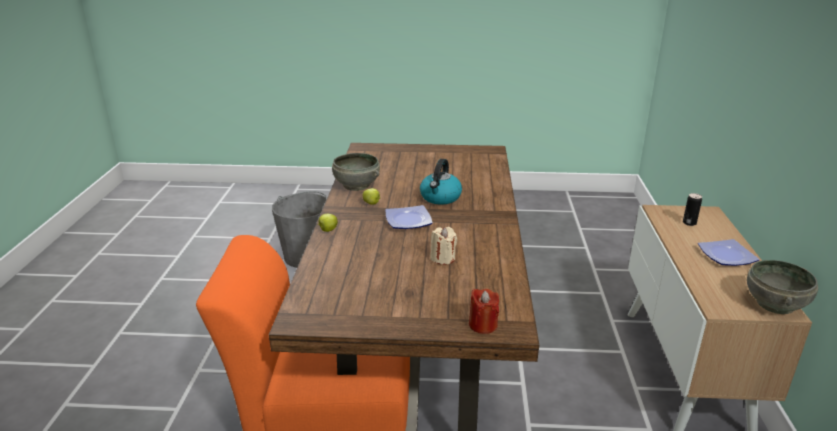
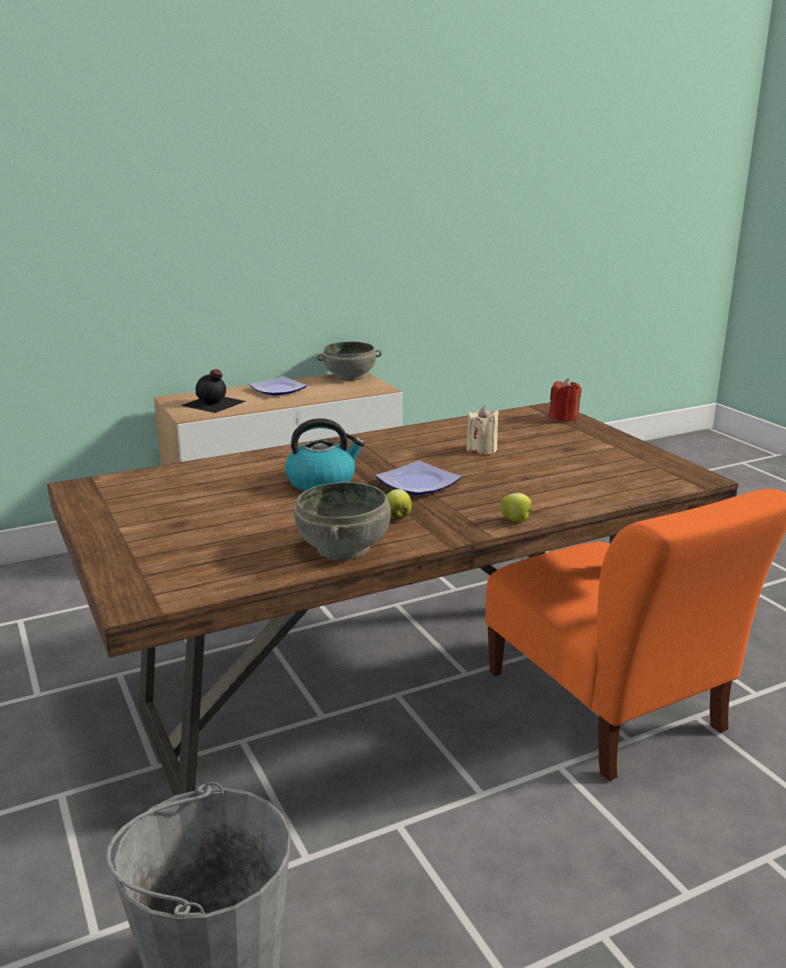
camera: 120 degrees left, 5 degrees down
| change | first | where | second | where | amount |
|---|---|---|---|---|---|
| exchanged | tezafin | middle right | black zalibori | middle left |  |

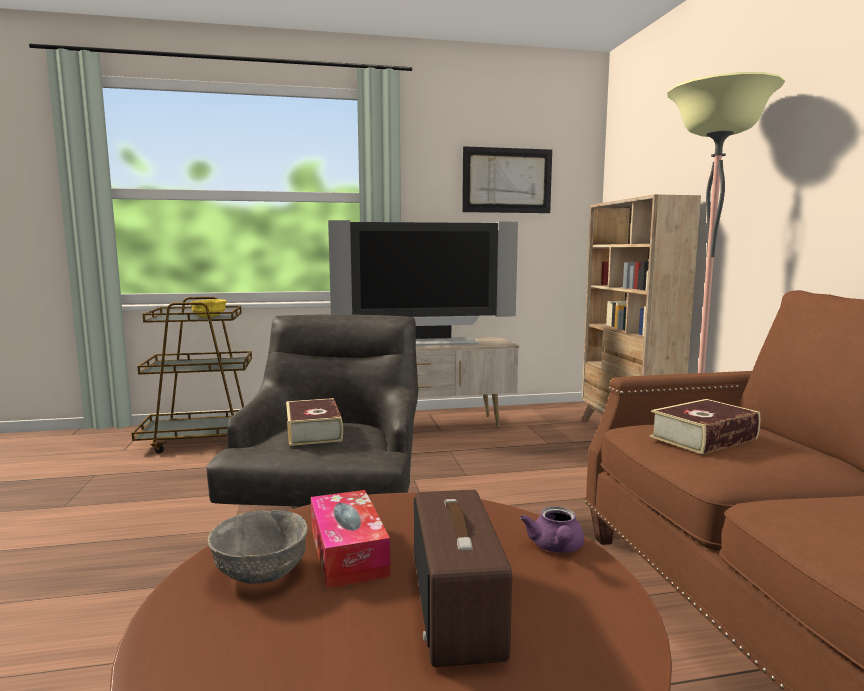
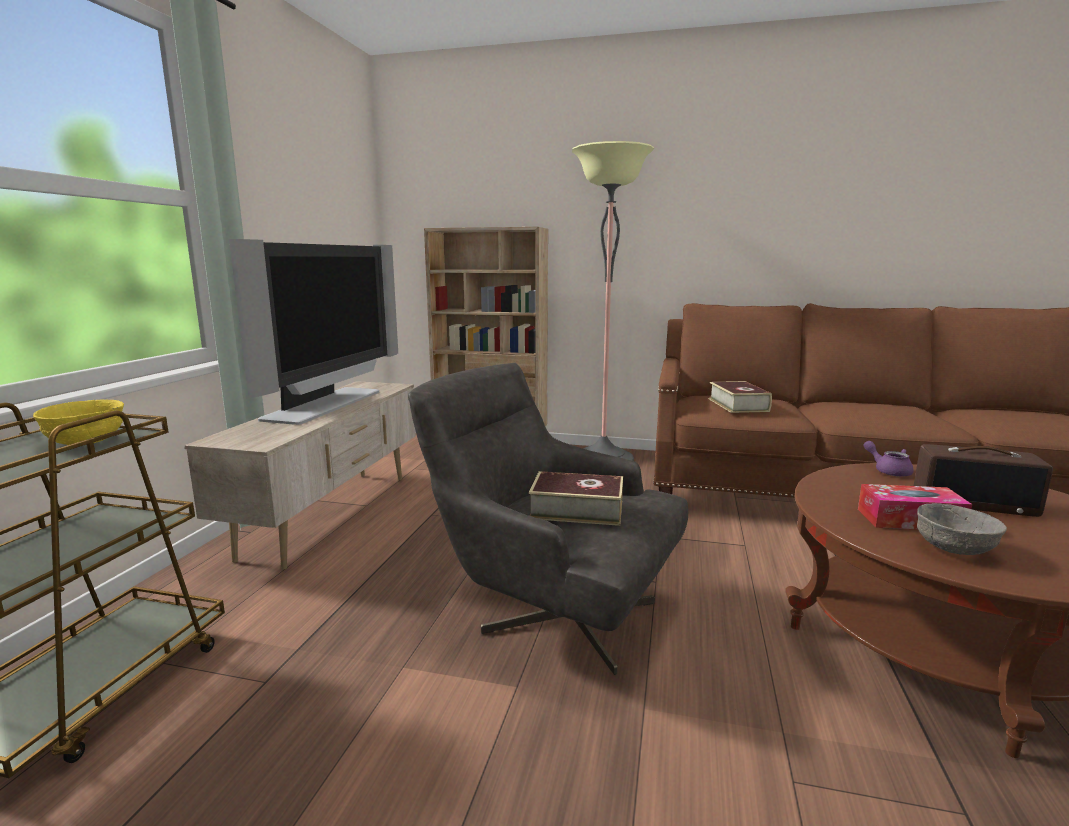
camera: 65 degrees left, 5 degrees up
| change | first | where | second | where | amount |
|---|---|---|---|---|---|
| missing | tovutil | top centre |  |  |  |
| spun | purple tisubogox | bottom centre |  | middle right | 150 degrees counterclockwise |

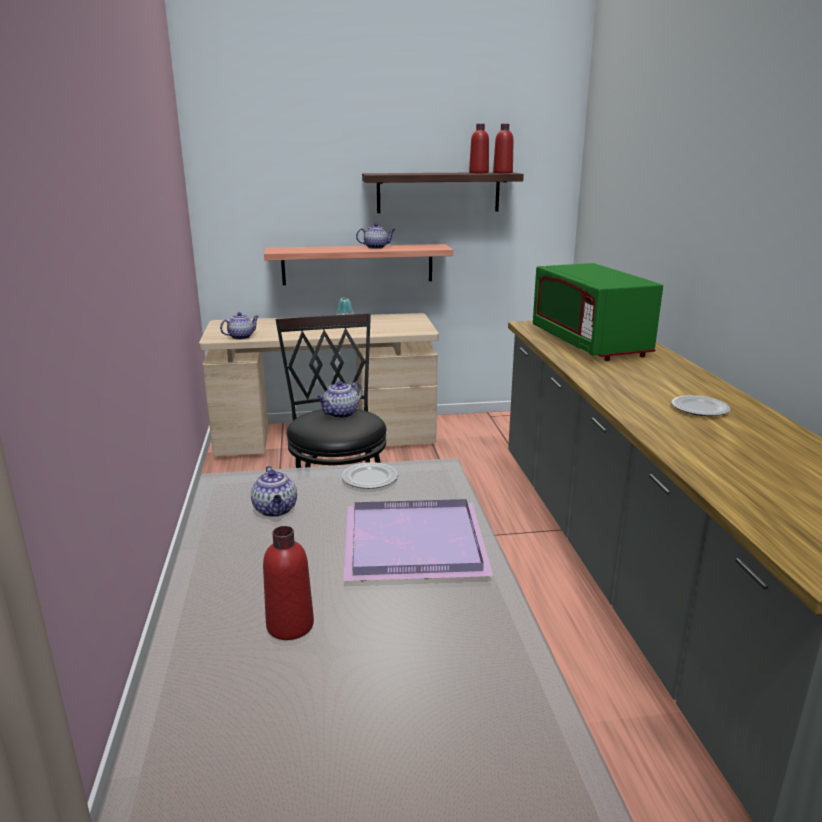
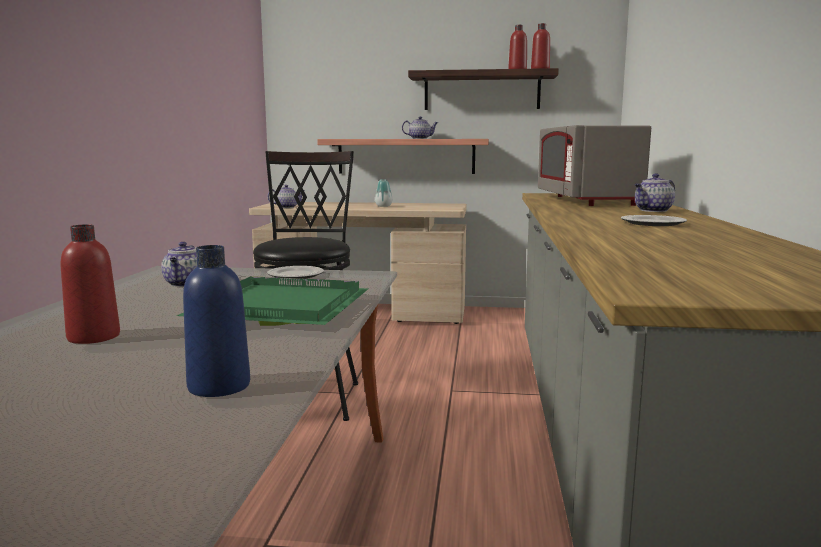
camera: 15 degrees right, 10 degrees down
| change | first | where | second | where | amount |
|---|---|---|---|---|---|
| appeared |  |  | blue zalibori | middle left |  |
| relocated | tisubogox (no. 3 from left in the first image) | centre | tisubogox (no. 4 from left) | middle right |  |
| colour | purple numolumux | centre | green numolumux | middle left |  |
| colour | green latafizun | middle right | grey latafizun | top right |  |

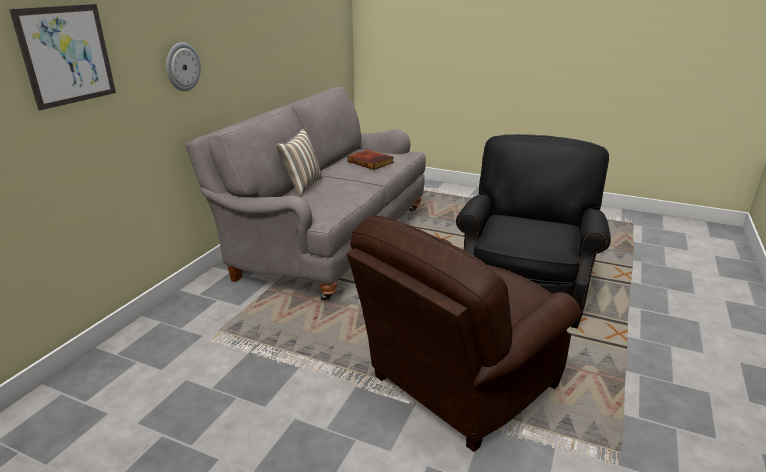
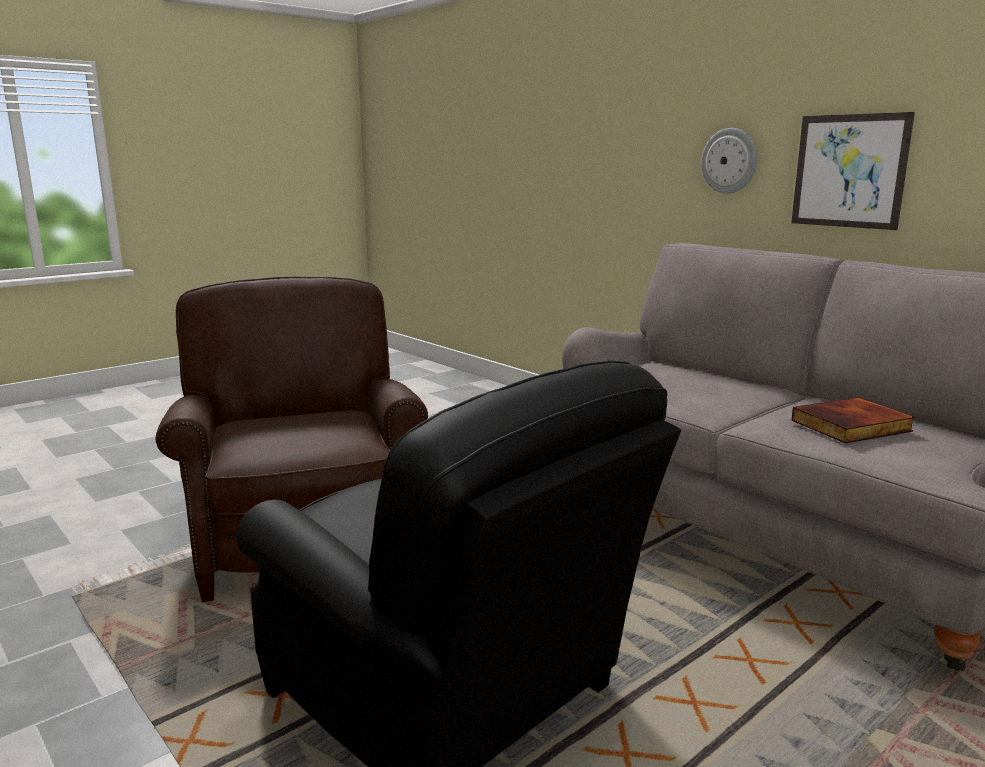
camera: 115 degrees right, 10 degrees down
| change | first | where | second | where | amount |
|---|---|---|---|---|---|
| missing | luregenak | centre |  |  |  |
| relocated | tovutil | top left |  | top right |  |

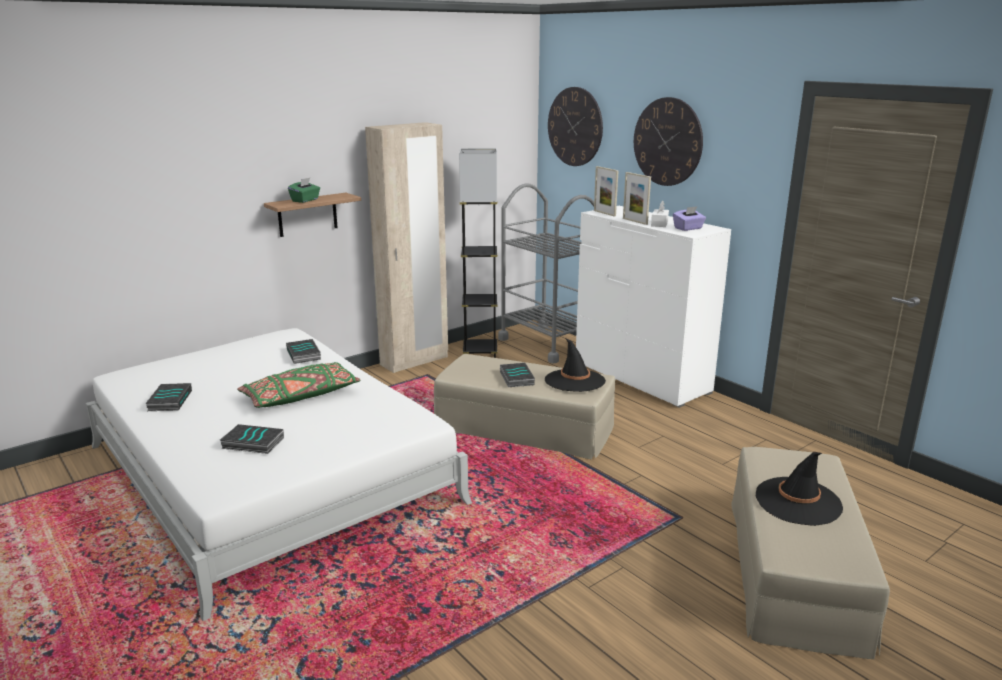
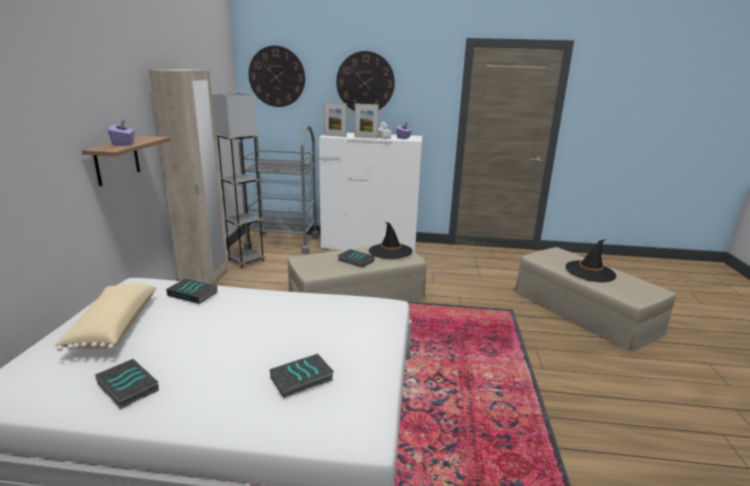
camera: 45 degrees left, 0 degrees up
| change | first | where | second | where | amount |
|---|---|---|---|---|---|
| missing | green luregenak | middle left |  |  |  |
| appeared |  |  | beige luregenak | middle left |  |
| colour | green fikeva | top left | purple fikeva (no. 1 from left) | top left |  |

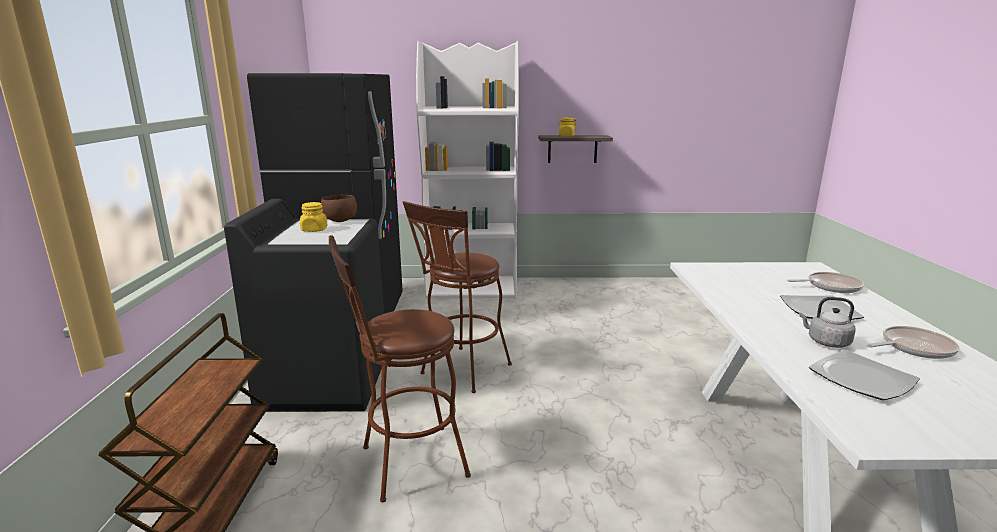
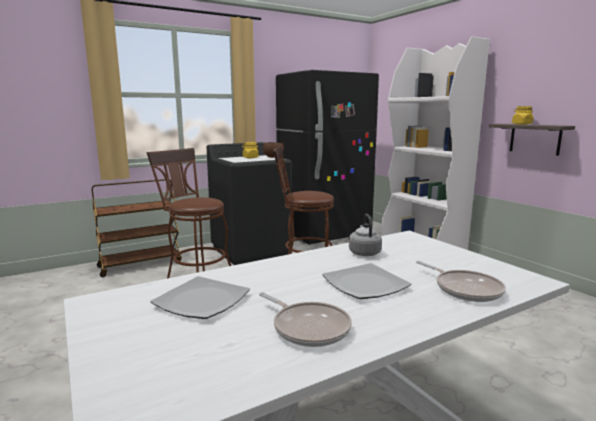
camera: 60 degrees right, 5 degrees down
| change | first | where | second | where | amount |
|---|---|---|---|---|---|
| relocated | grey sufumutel | middle right |  | centre |  |

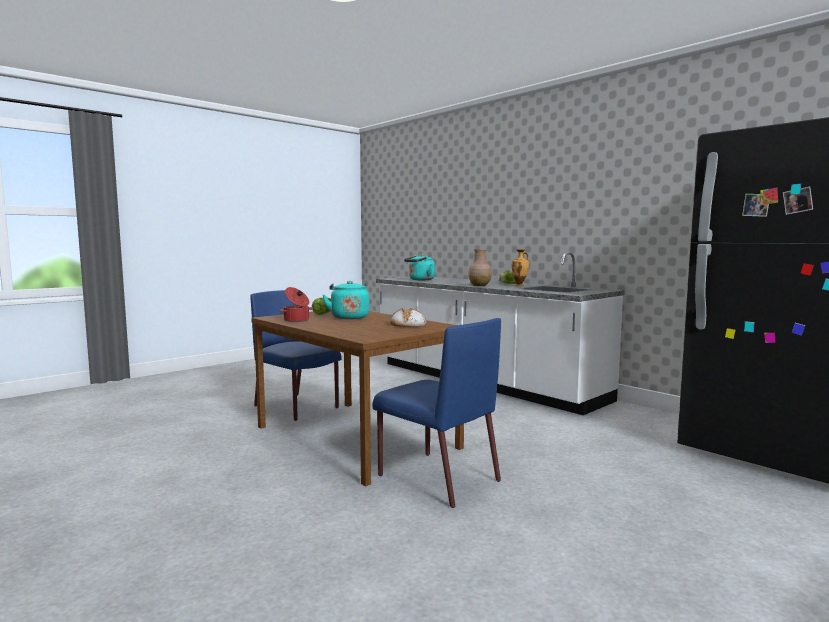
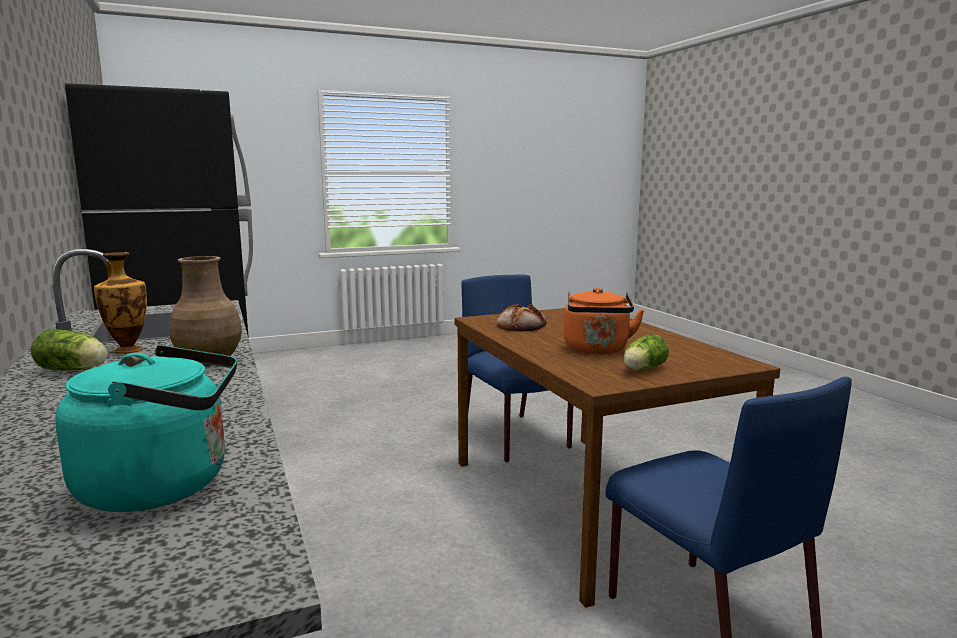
camera: 160 degrees left, 5 degrees up
| change | first | where | second | where | amount |
|---|---|---|---|---|---|
| missing | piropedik | centre |  |  |  |
| colour | turquoise sufumutel (no. 1 from left) | centre | orange sufumutel | centre |  |

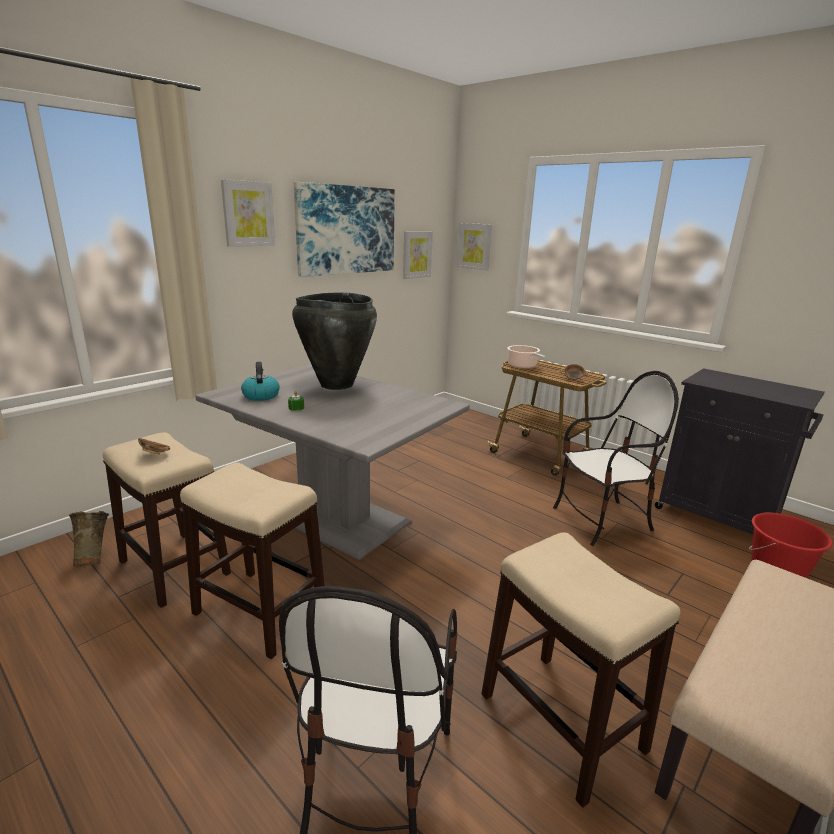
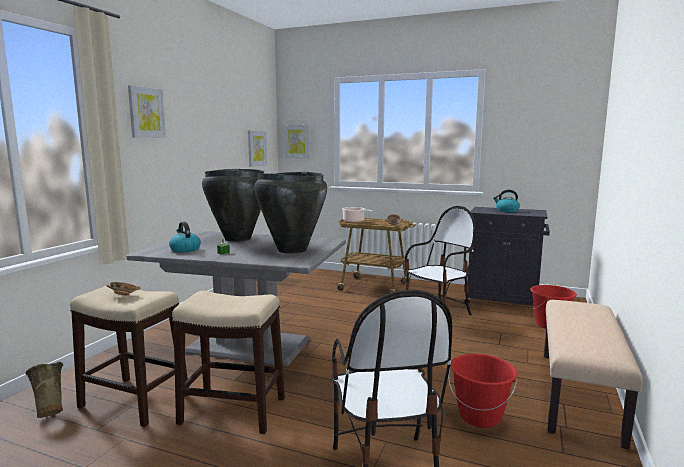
camera: 20 degrees left, 10 degrees down
| change | first | where | second | where | amount |
|---|---|---|---|---|---|
| missing | tovutil (no. 2 from left) | top centre |  |  |  |
| appeared |  |  | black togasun (no. 2 from left) | centre |  |
| appeared |  |  | sufumutel (no. 2 from left) | middle right |  |
| exchanged | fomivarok (no. 3 from left) | bottom right | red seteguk (no. 1 from left) | bottom right |  |

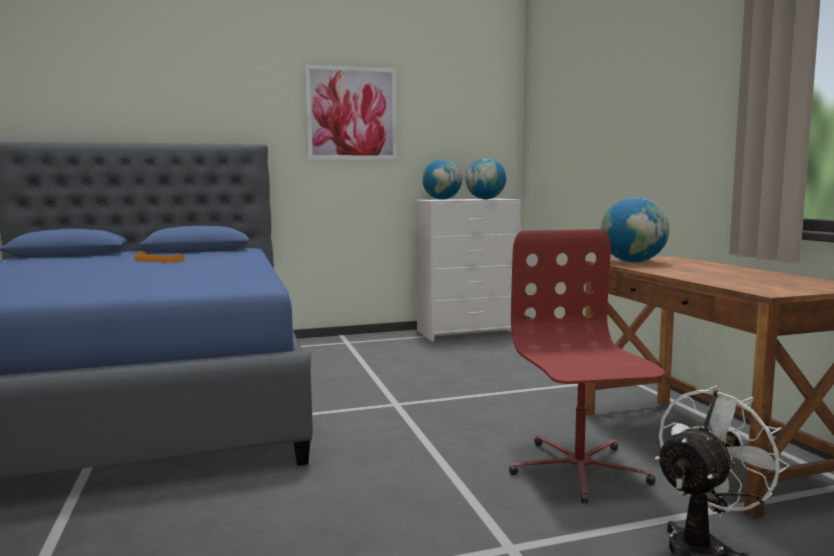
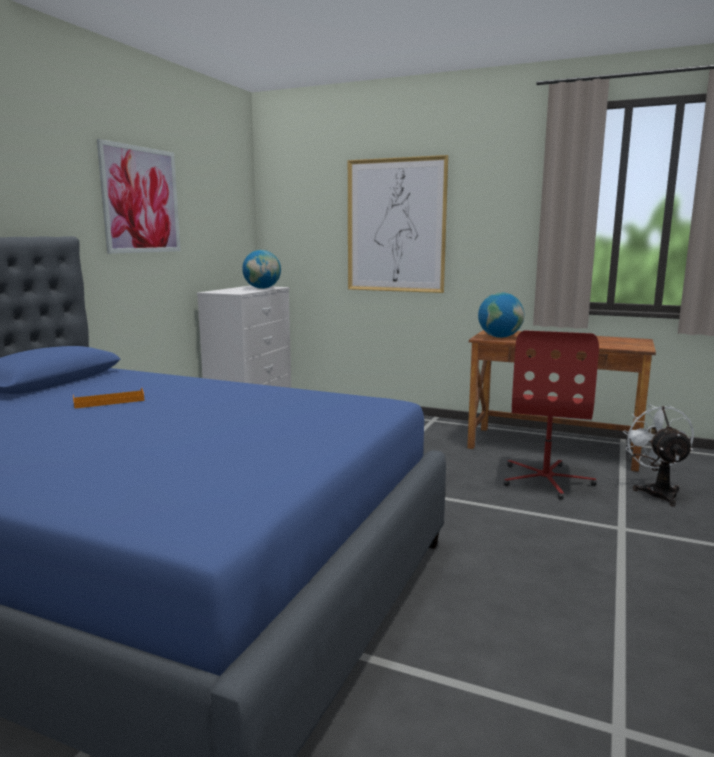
camera: 50 degrees left, 5 degrees up
| change | first | where | second | where | amount |
|---|---|---|---|---|---|
| missing | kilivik (no. 1 from left) | top centre |  |  |  |
| appeared |  |  | tovutil (no. 2 from left) | top centre |  |
| spun | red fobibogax | middle right |  | middle right | 105 degrees counterclockwise |

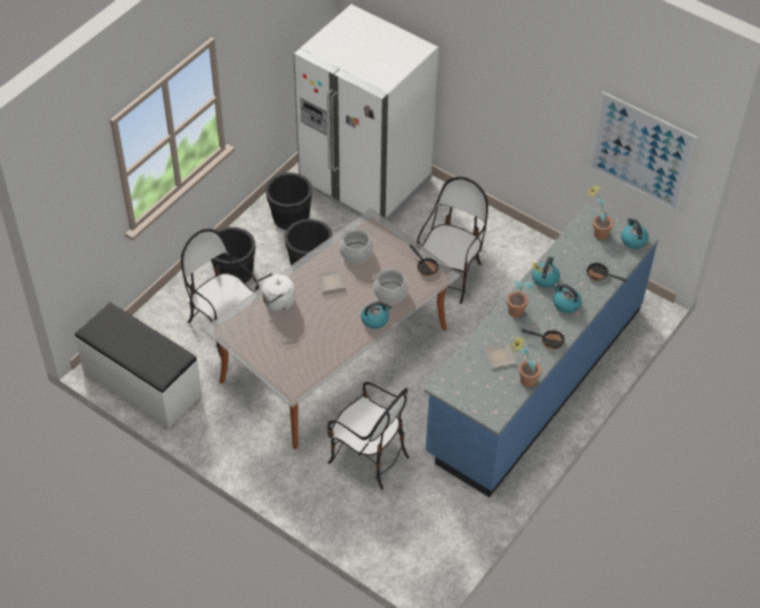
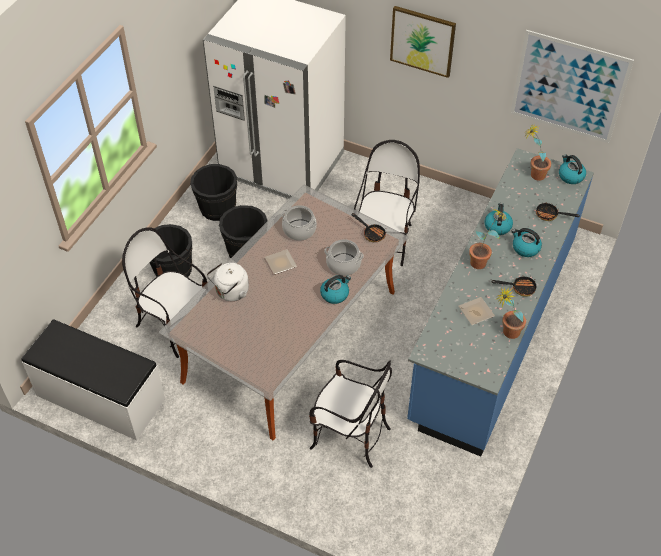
camera: 10 degrees left, 0 degrees up
| change | first | where | second | where | amount |
|---|---|---|---|---|---|
| appeared |  |  | tovutil (no. 1 from left) | top centre |  |

